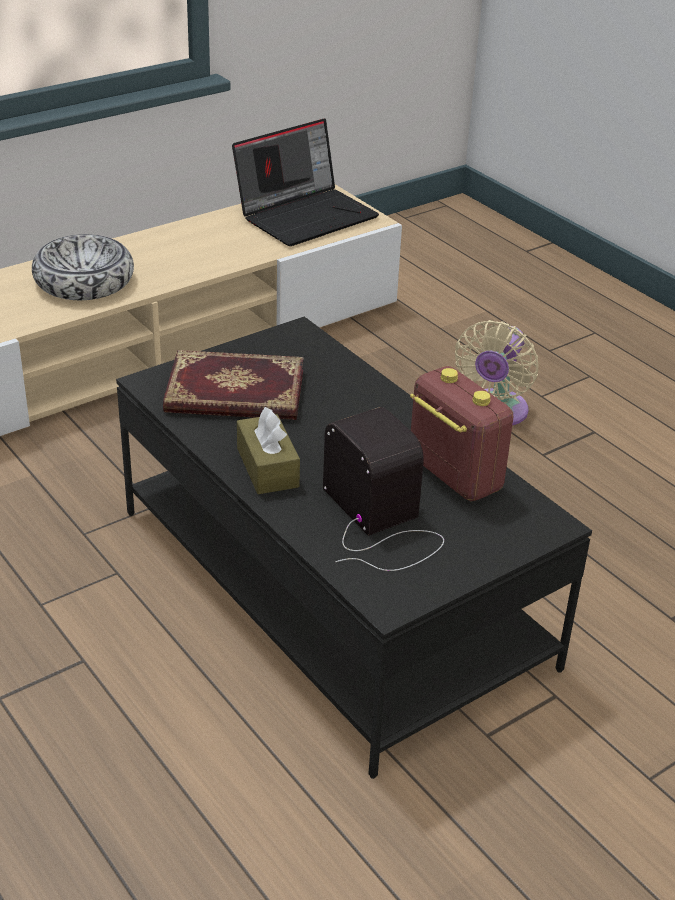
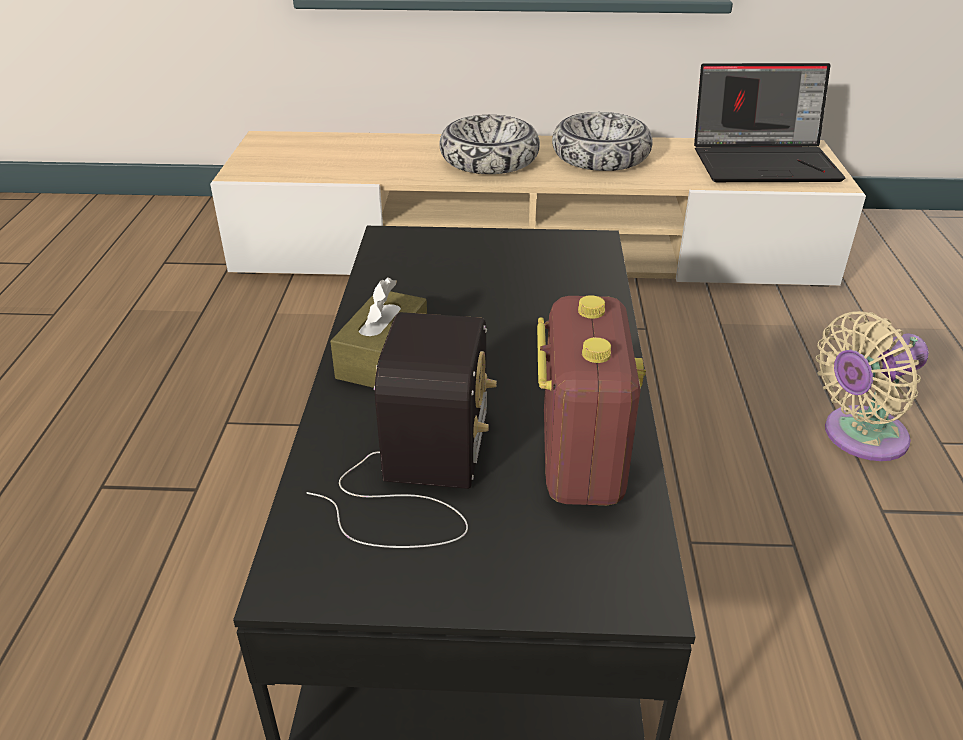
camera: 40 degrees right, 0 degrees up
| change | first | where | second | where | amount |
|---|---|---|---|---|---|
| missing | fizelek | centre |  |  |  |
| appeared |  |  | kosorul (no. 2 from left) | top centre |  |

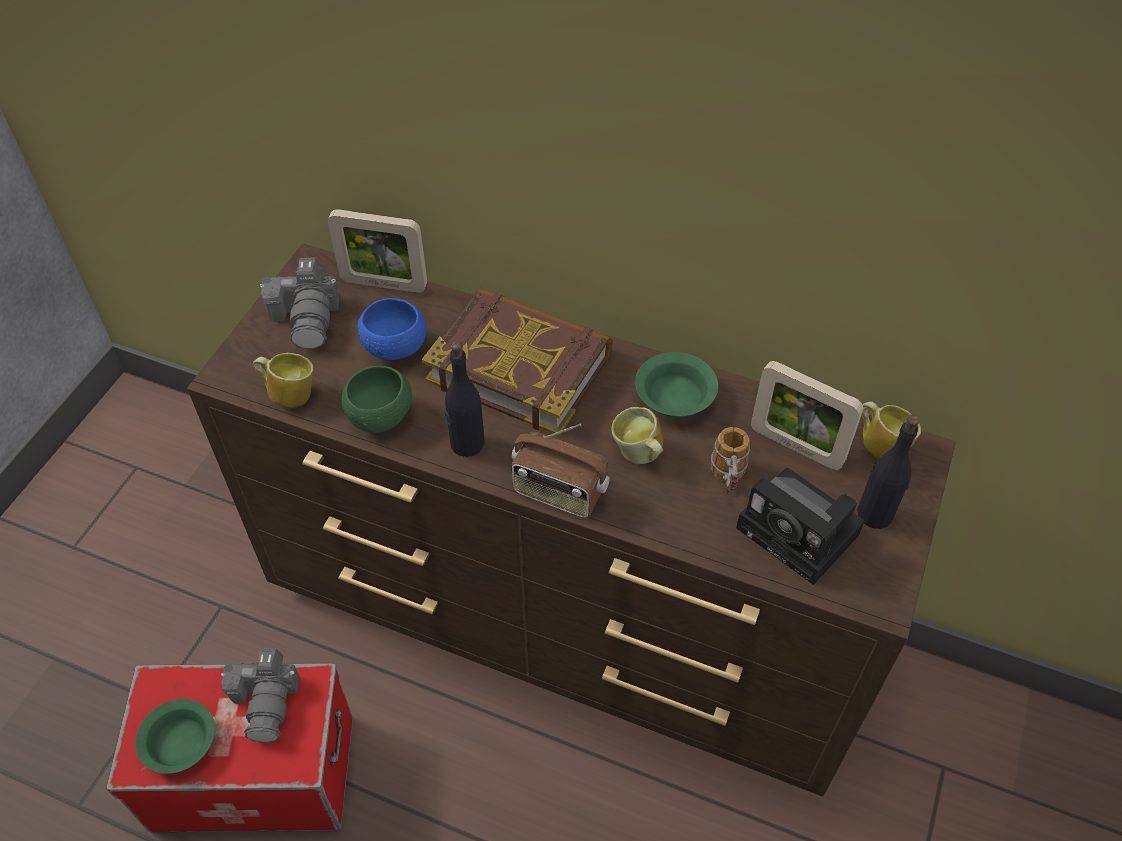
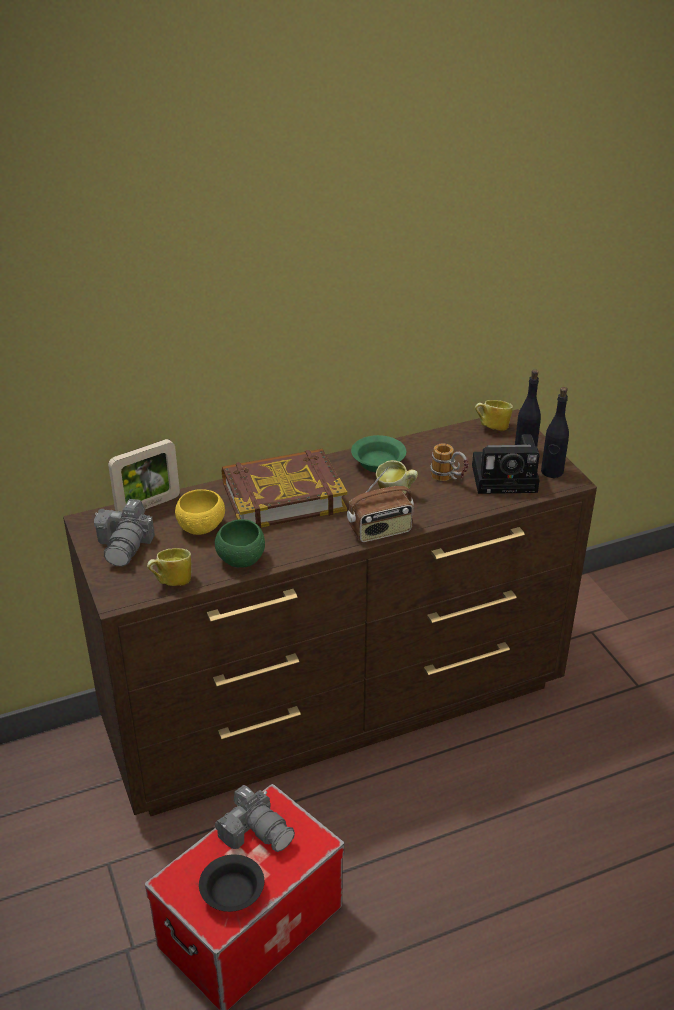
camera: 45 degrees left, 15 degrees down
| change | first | where | second | where | amount |
|---|---|---|---|---|---|
| missing | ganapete (no. 2 from left) | middle right |  |  |  |
| relocated | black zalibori (no. 1 from left in the first image) | centre | black zalibori (no. 2 from left) | middle right |  |
| colour | green kosorul (no. 1 from left) | bottom left | black kosorul | bottom centre |  |
| colour | blue kosorul | centre | yellow kosorul | middle left |  |
| spun | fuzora (no. 2 from left in the first image) | middle left | fuzora (no. 1 from left) | middle left | 60 degrees clockwise |

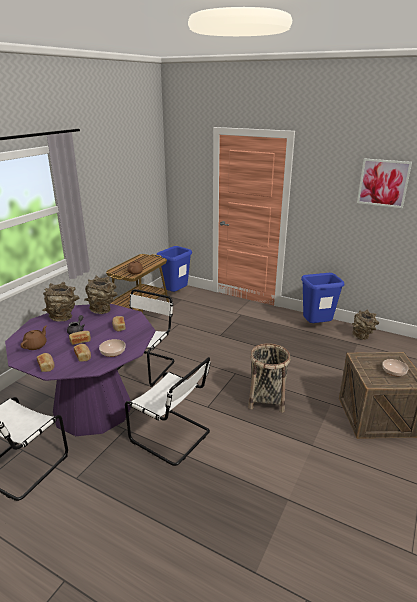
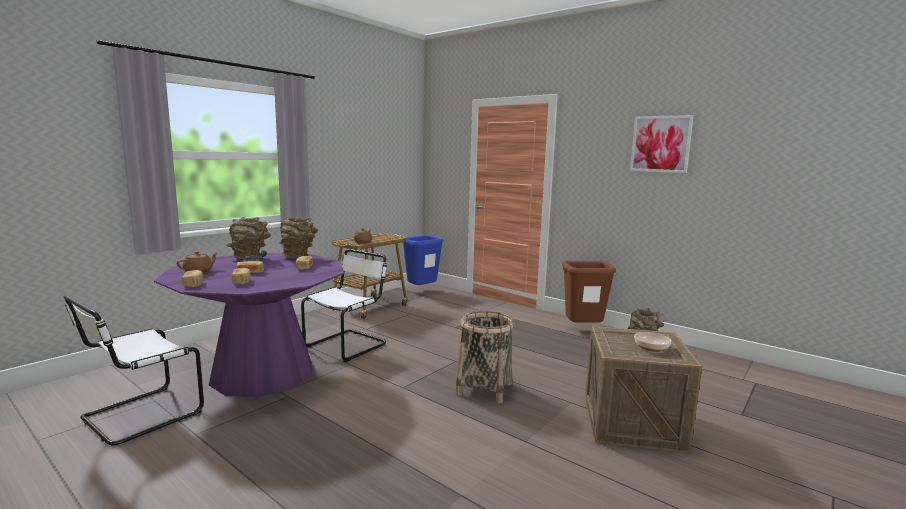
camera: 10 degrees right, 15 degrees down
| change | first | where | second | where | amount |
|---|---|---|---|---|---|
| missing | kosorul (no. 1 from left) | middle left |  |  |  |
| missing | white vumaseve (no. 3 from left) | bottom centre |  |  |  |
| colour | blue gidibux (no. 2 from left) | middle right | brown gidibux | centre |  |

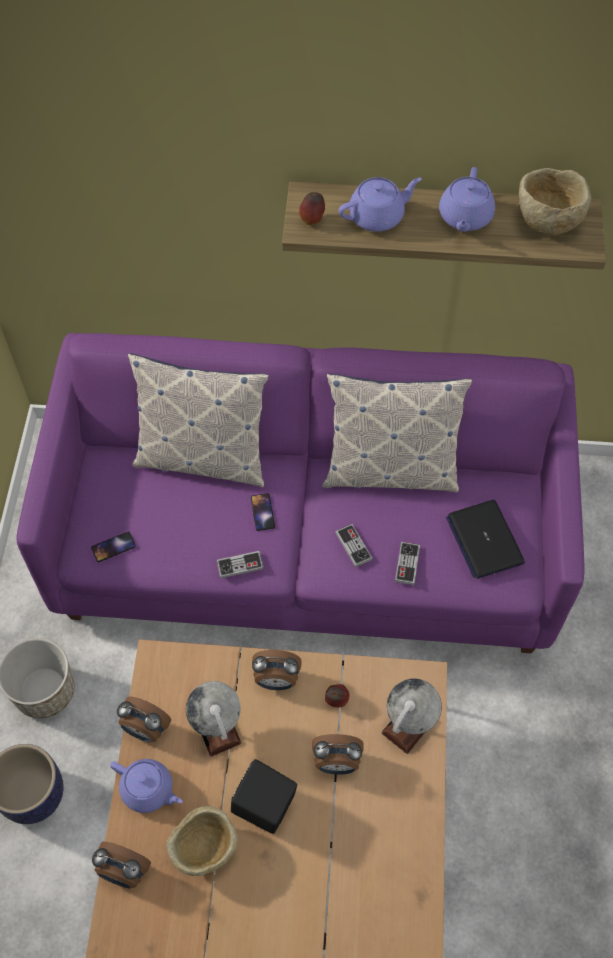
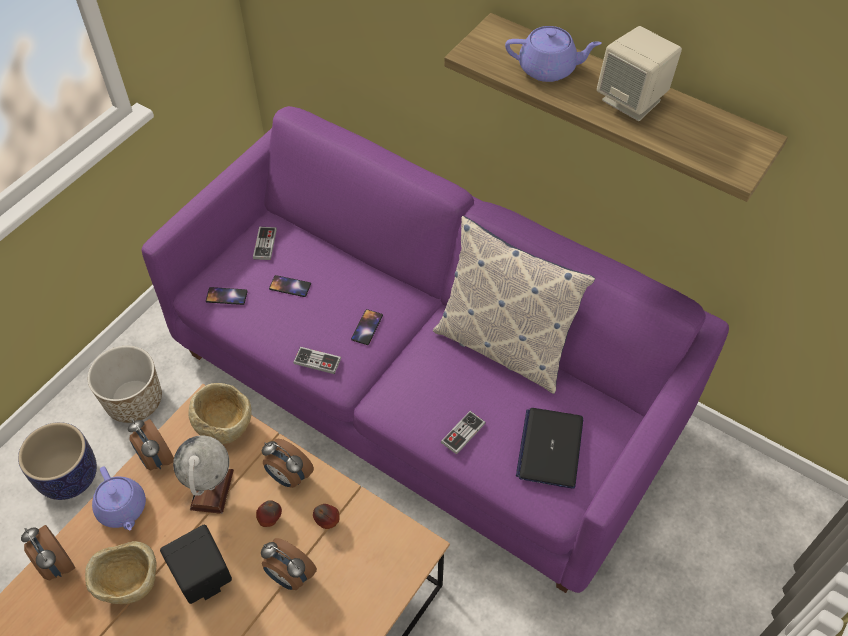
camera: 30 degrees right, 5 degrees down
| change | first | where | second | where | amount |
|---|---|---|---|---|---|
| missing | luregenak (no. 1 from left) | middle left |  |  |  |
| missing | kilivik (no. 2 from left) | bottom right |  |  |  |
| appeared |  |  | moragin (no. 2 from left) | centre |  |
| relocated | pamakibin (no. 1 from left) | top centre |  | bottom left |  |
| relocated | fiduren (no. 2 from left in the first image) | centre | fiduren (no. 1 from left) | middle left |  |
| relocated | beige kosorul (no. 2 from left) | top right |  | middle left |  |
| exchanged | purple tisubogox (no. 3 from left) | top right | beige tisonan | top right |  |

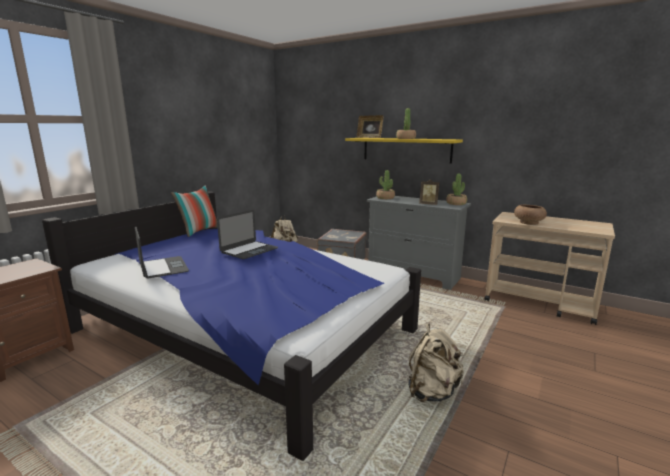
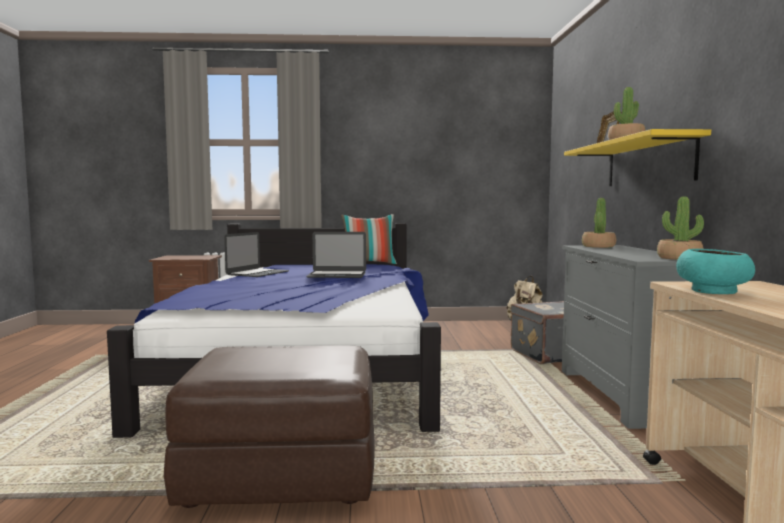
camera: 55 degrees right, 10 degrees down
| change | first | where | second | where | amount |
|---|---|---|---|---|---|
| missing | ganapete (no. 2 from left) | centre |  |  |  |
| exchanged | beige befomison (no. 2 from left) | bottom centre | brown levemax | bottom centre |  |
| colour | brown kosorul | middle right | turquoise kosorul | middle right |  |

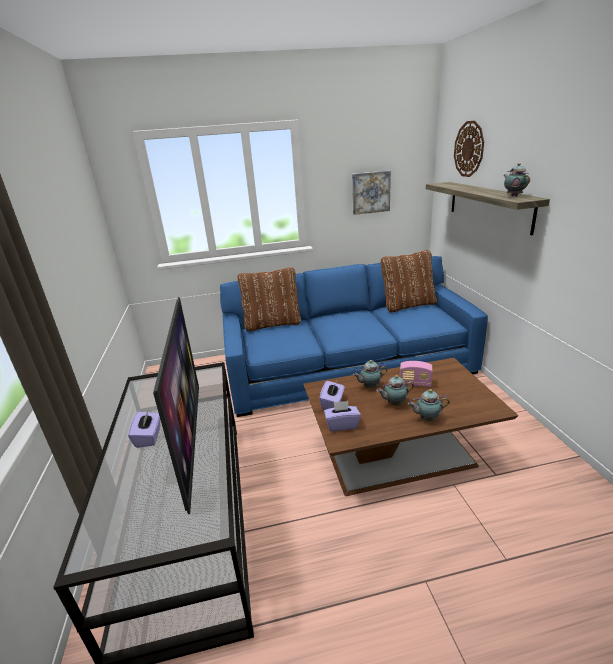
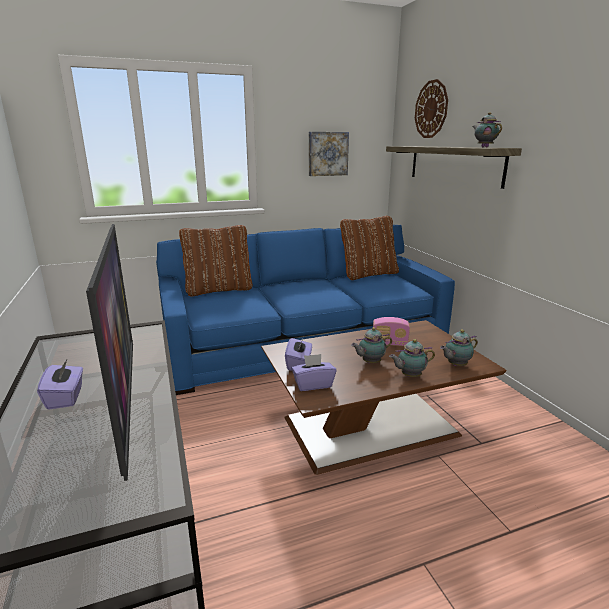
camera: 10 degrees left, 5 degrees down
| change | first | where | second | where | amount |
|---|---|---|---|---|---|
| relocated | tisubogox (no. 1 from left in the first image) | centre | tisubogox (no. 3 from left) | middle right |  |

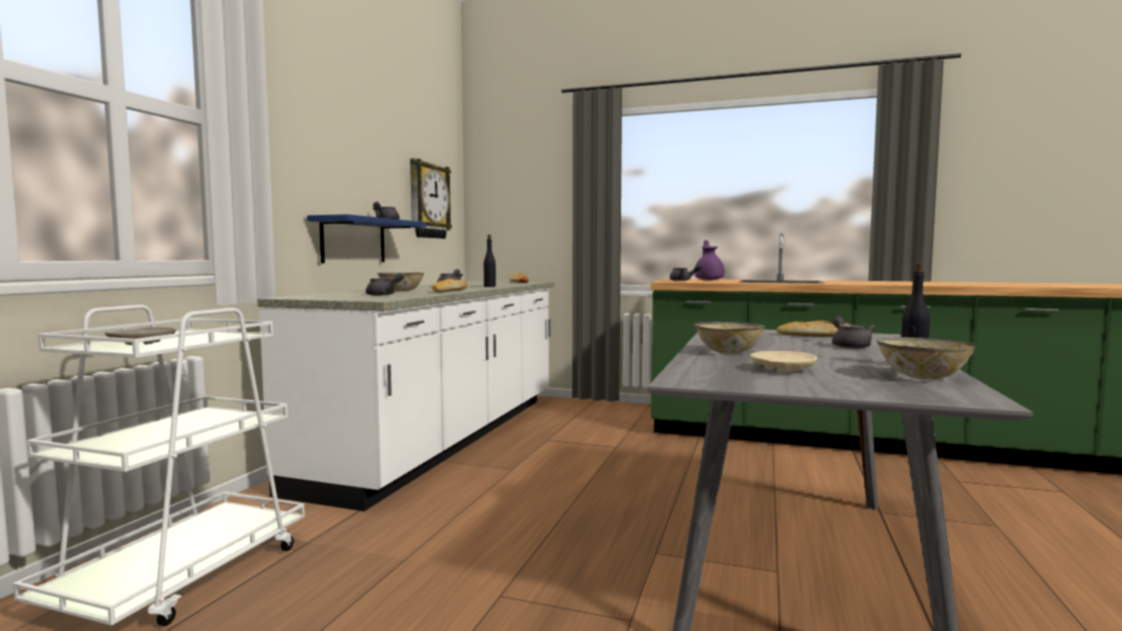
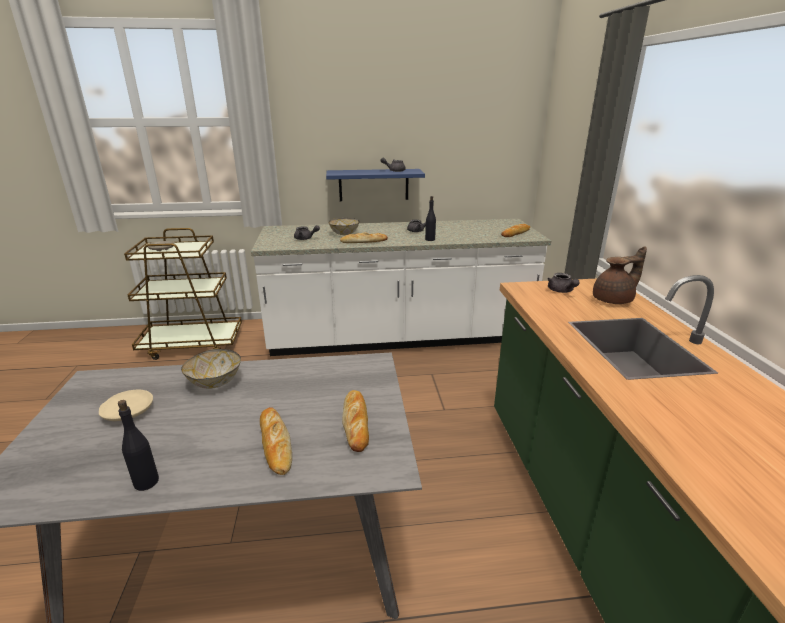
camera: 65 degrees right, 20 degrees up
| change | first | where | second | where | amount |
|---|---|---|---|---|---|
| missing | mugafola | top centre |  |  |  |
| missing | kosorul (no. 3 from left) | middle right |  |  |  |
| exchanged | grey tisubogox (no. 5 from left) | middle right | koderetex (no. 1 from left) | bottom centre |  |
| colour | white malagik | bottom left | brown malagik | middle left |  |
| colour | purple tisubogox | centre | brown tisubogox | middle right |  |

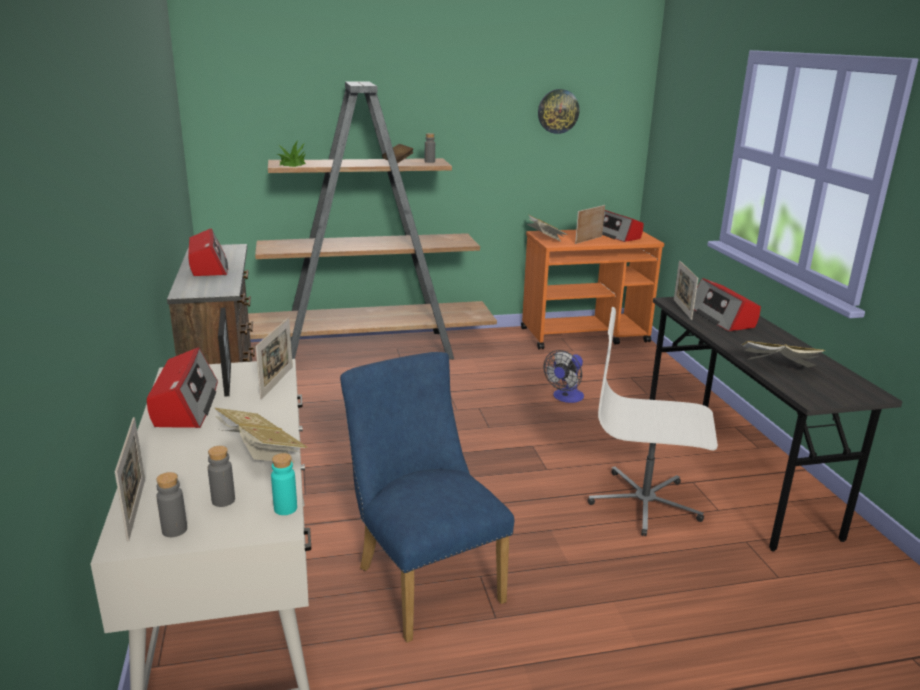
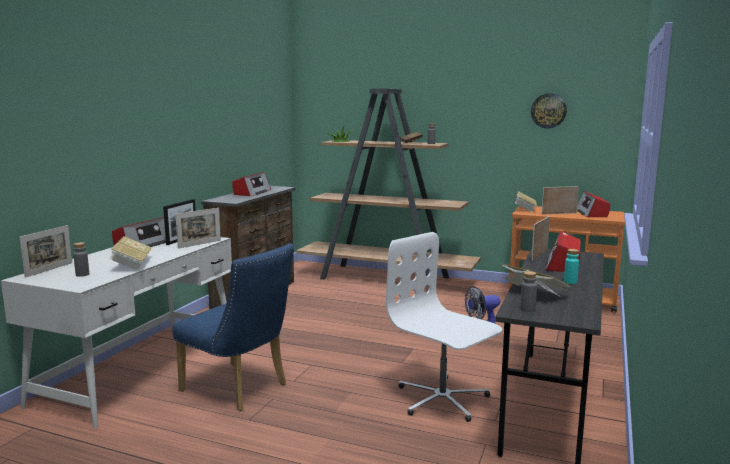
camera: 35 degrees right, 10 degrees down
| change | first | where | second | where | amount |
|---|---|---|---|---|---|
| relocated | grey zalibori (no. 1 from left in the first image) | bottom left | grey zalibori (no. 3 from left) | middle right |  |
| relocated | turquoise zalibori | bottom left |  | middle right |  |
| spun | blue vumaseve | bottom centre |  | bottom left | 120 degrees clockwise |

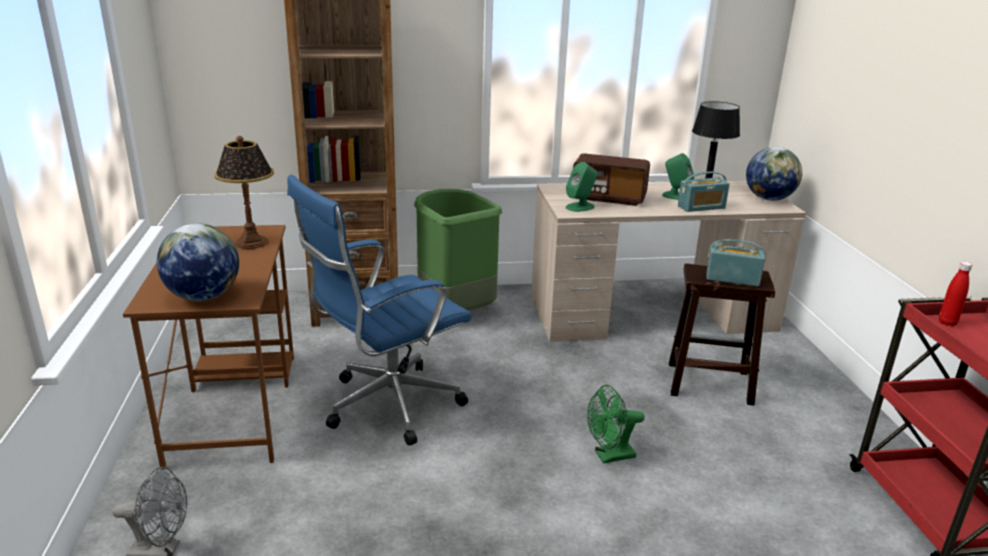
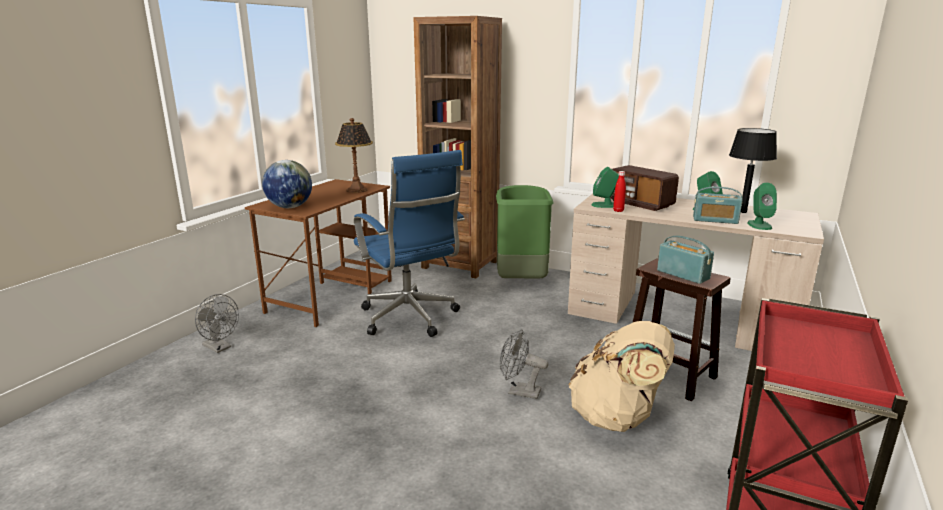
camera: 35 degrees right, 5 degrees down
| change | first | where | second | where | amount |
|---|---|---|---|---|---|
| missing | kilivik (no. 2 from left) | top right |  |  |  |
| appeared |  |  | beige befomison | bottom centre |  |
| appeared |  |  | green tisonan (no. 3 from left) | middle right |  |
| relocated | red zalibori | middle right |  | centre |  |
| colour | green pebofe | bottom centre | grey pebofe (no. 2 from left) | bottom centre |  |
| spun | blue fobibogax | centre |  | centre | 120 degrees counterclockwise |

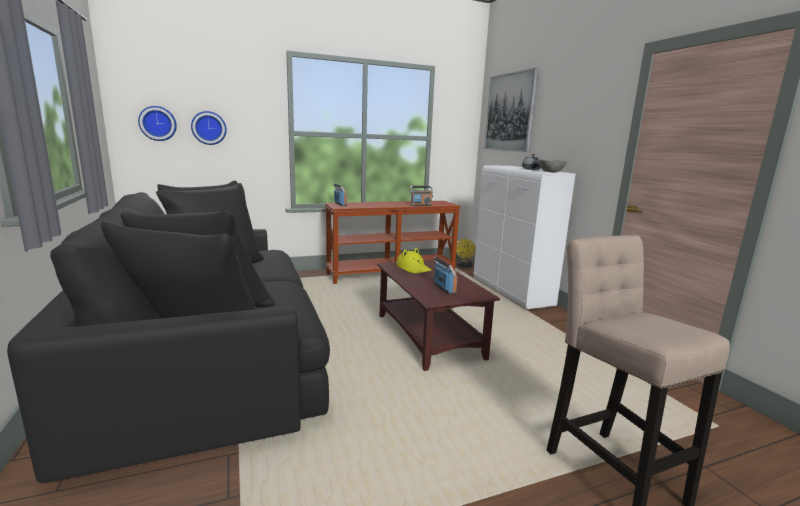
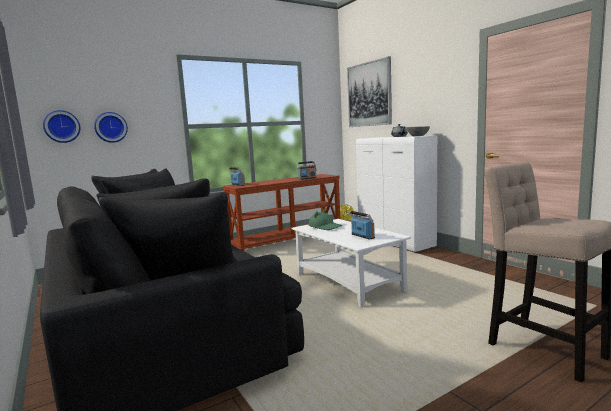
camera: 10 degrees left, 5 degrees down
| change | first | where | second | where | amount |
|---|---|---|---|---|---|
| colour | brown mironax | centre | white mironax | centre |  |
| colour | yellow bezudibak | centre | green bezudibak | centre |  |

